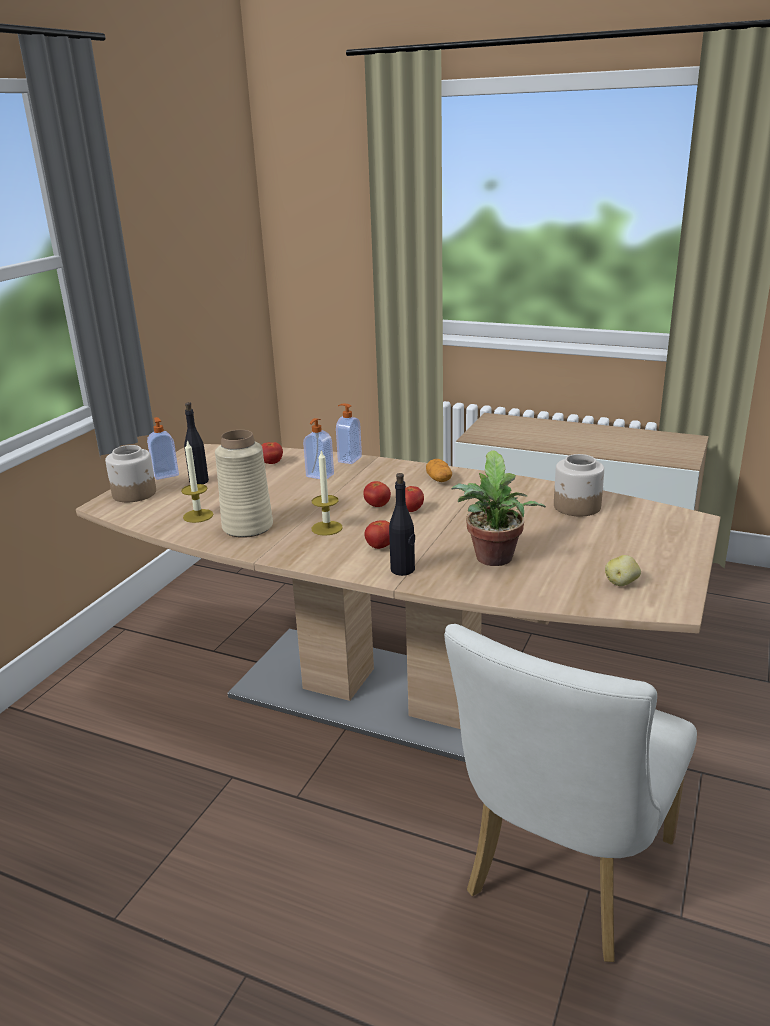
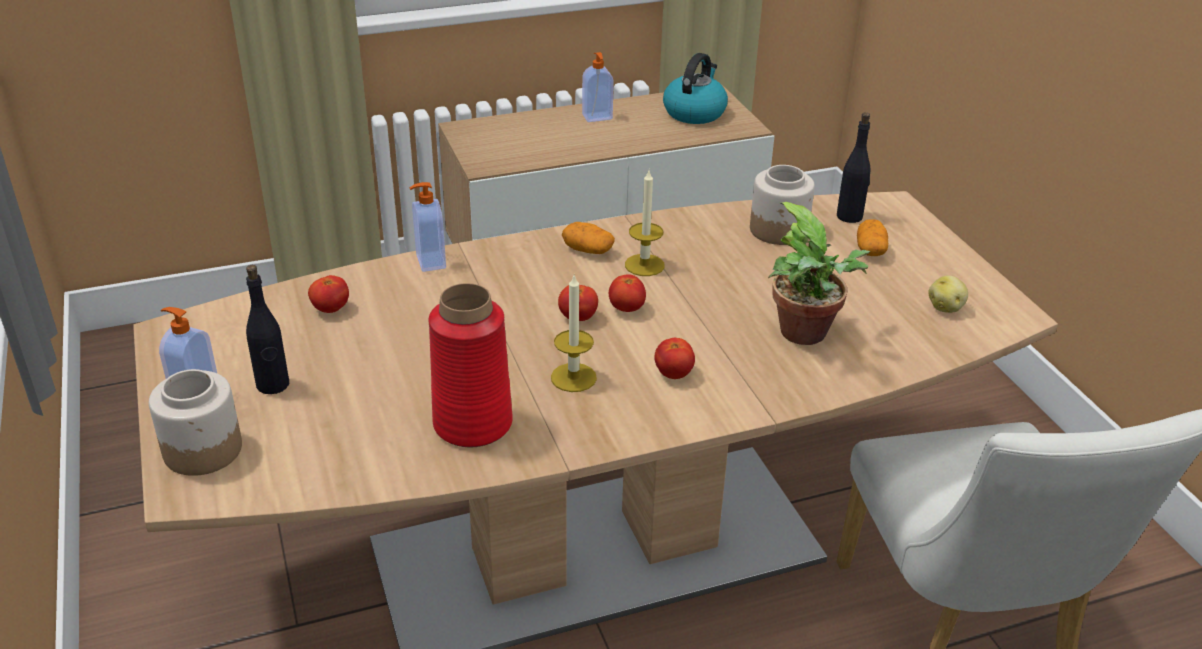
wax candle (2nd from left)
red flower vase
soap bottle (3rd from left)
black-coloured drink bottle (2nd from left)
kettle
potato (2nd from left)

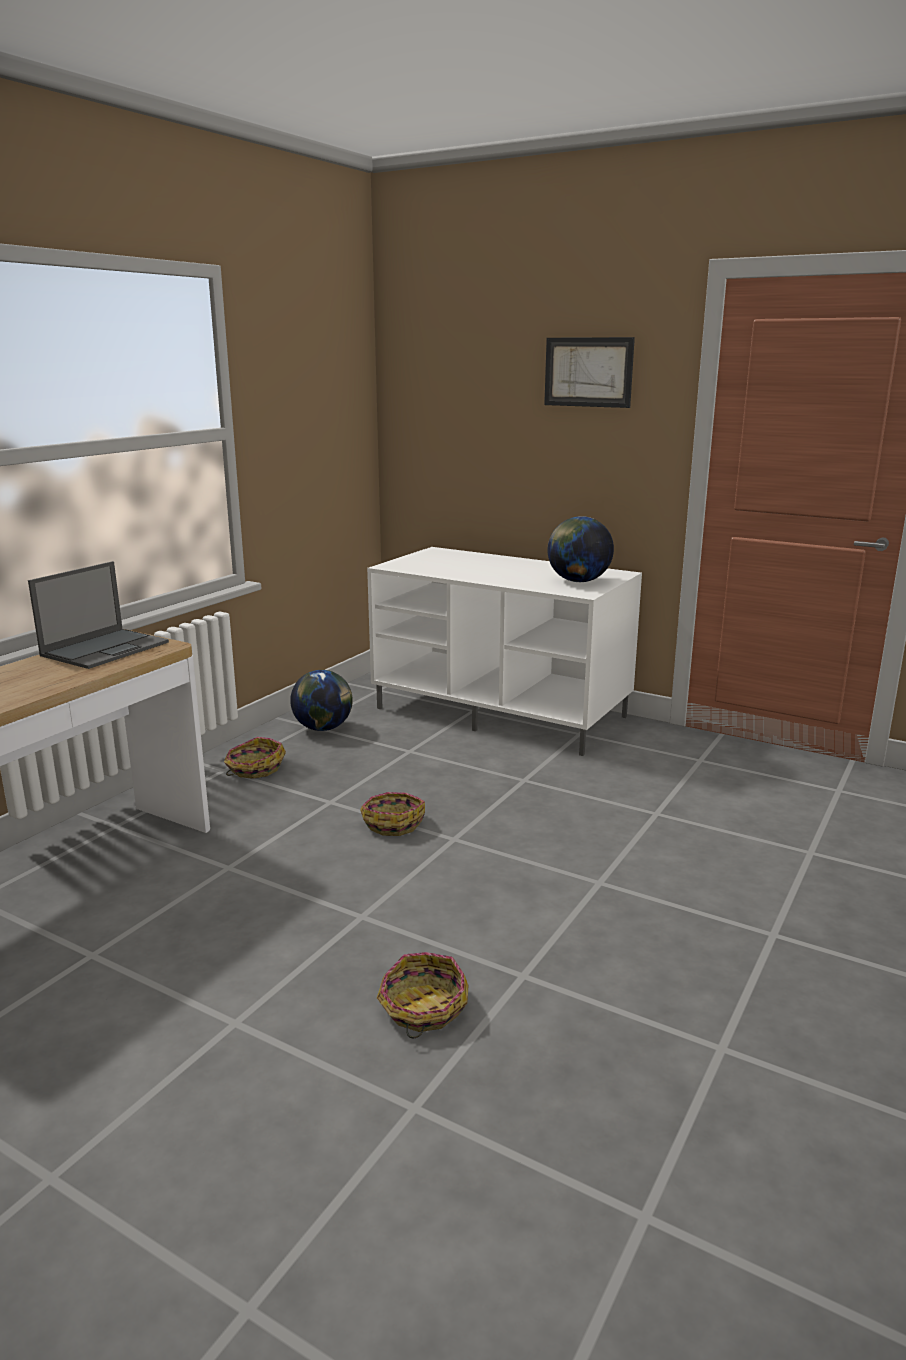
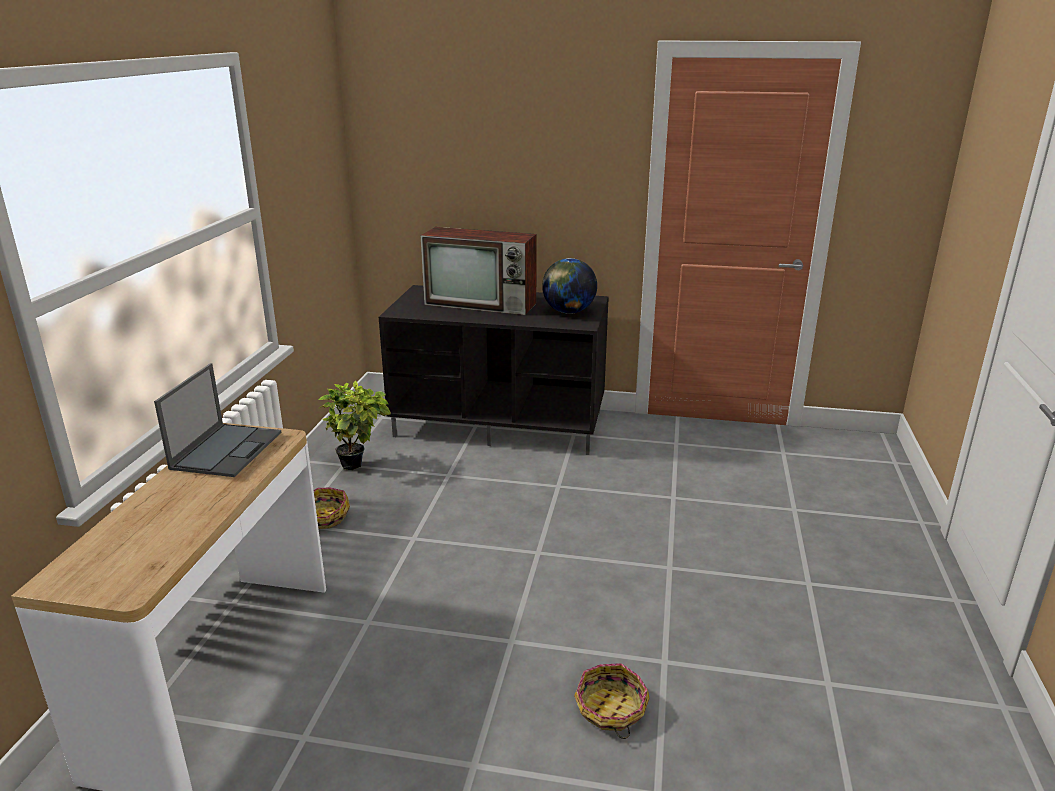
plant in a pot
household basket (2nd from left in the first image)
black-coloured tv unit
wall art
television

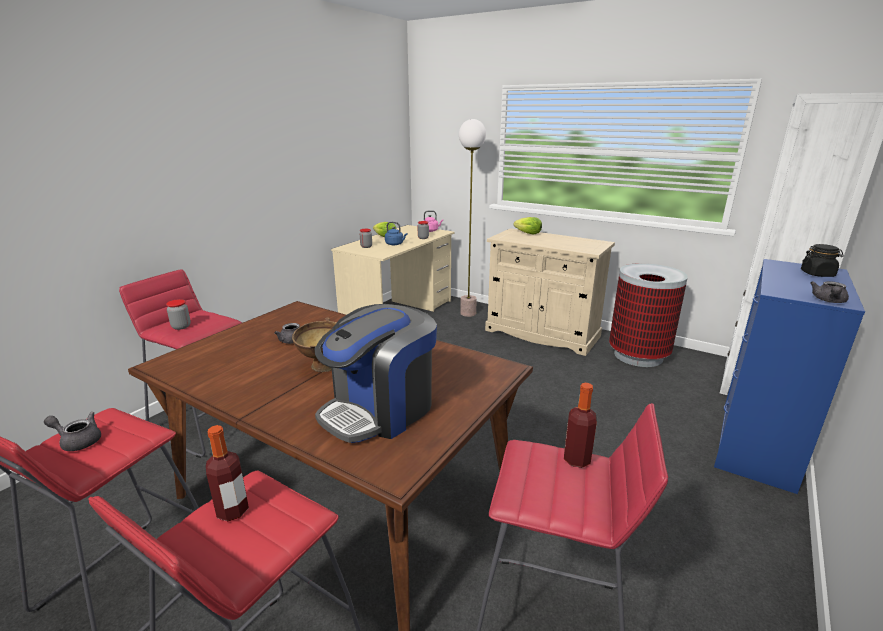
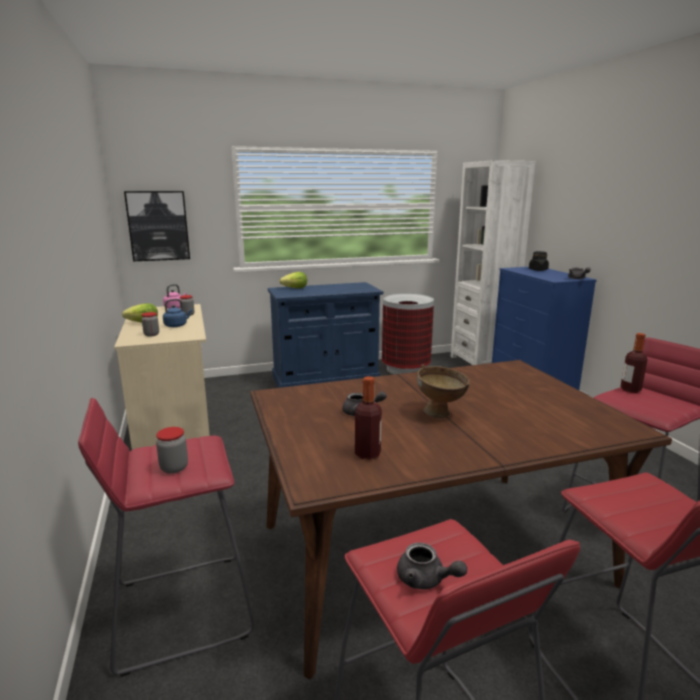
gray pot for tea (2nd from left)
drink bottle (1st from left)
coffee machine
standard lamp
blue-coloured storage cabinet
wall art

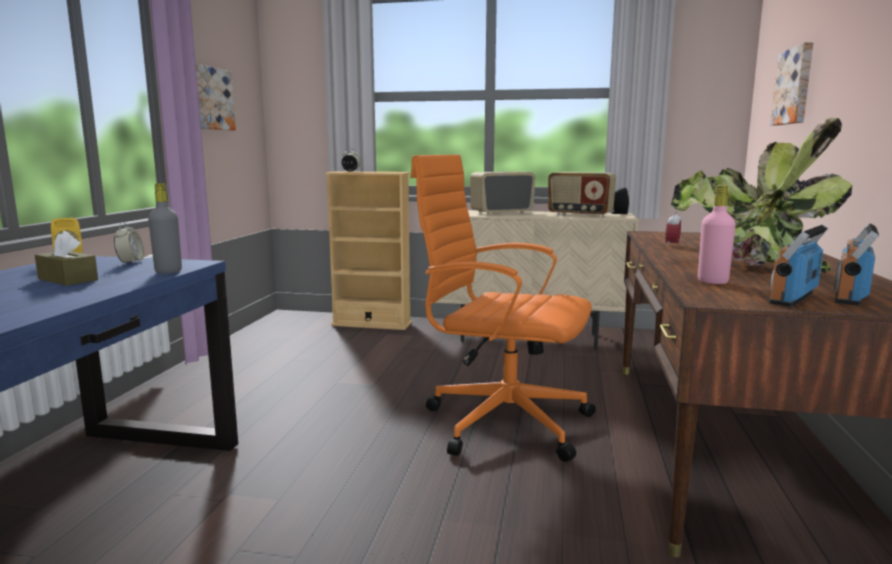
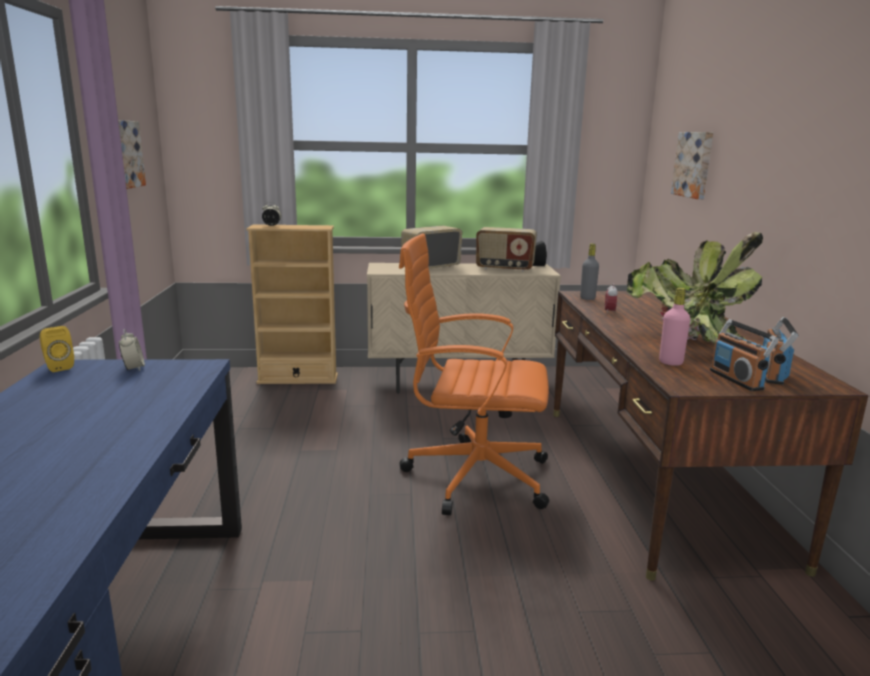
brown-coloured box of tissues
gray drink bottle
radio receiver (3rd from left)

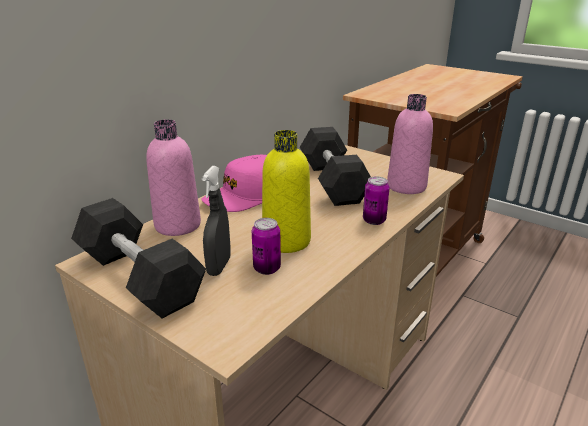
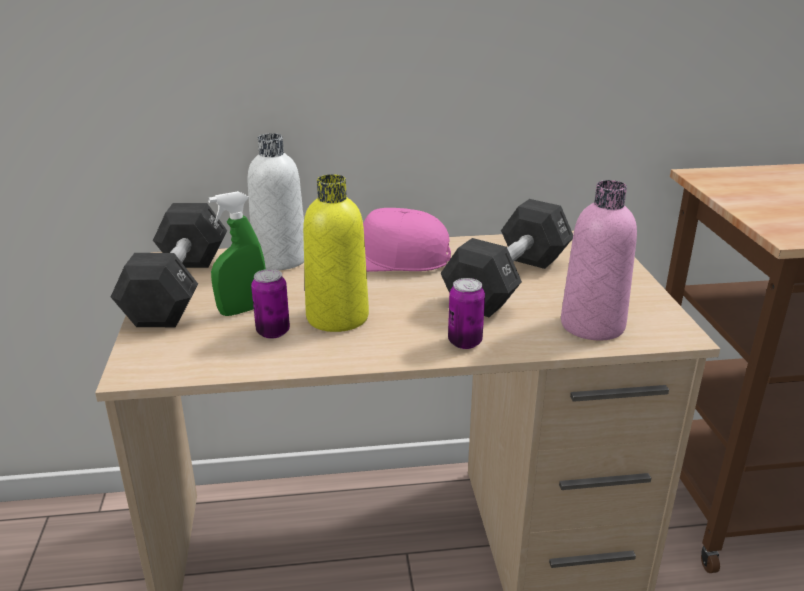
white-coloured drink bottle
green sprayer

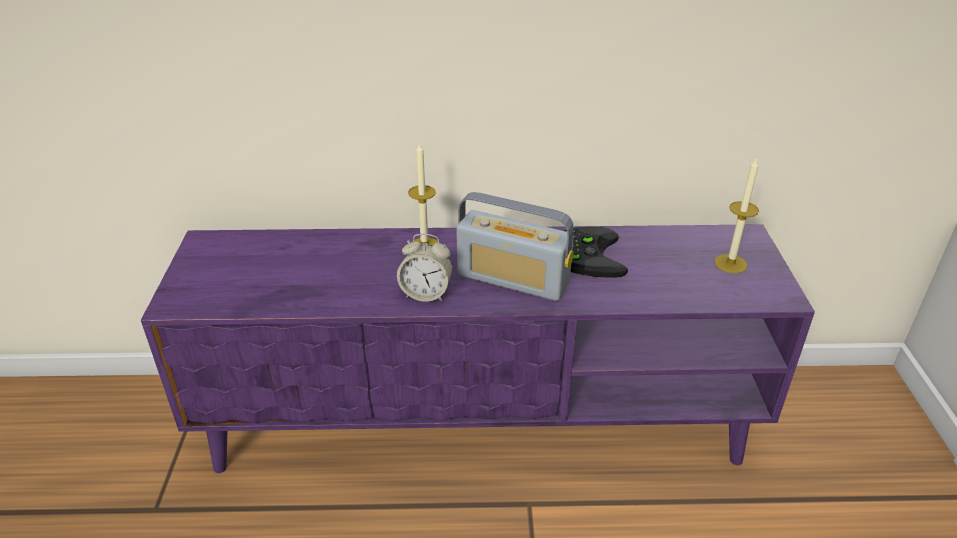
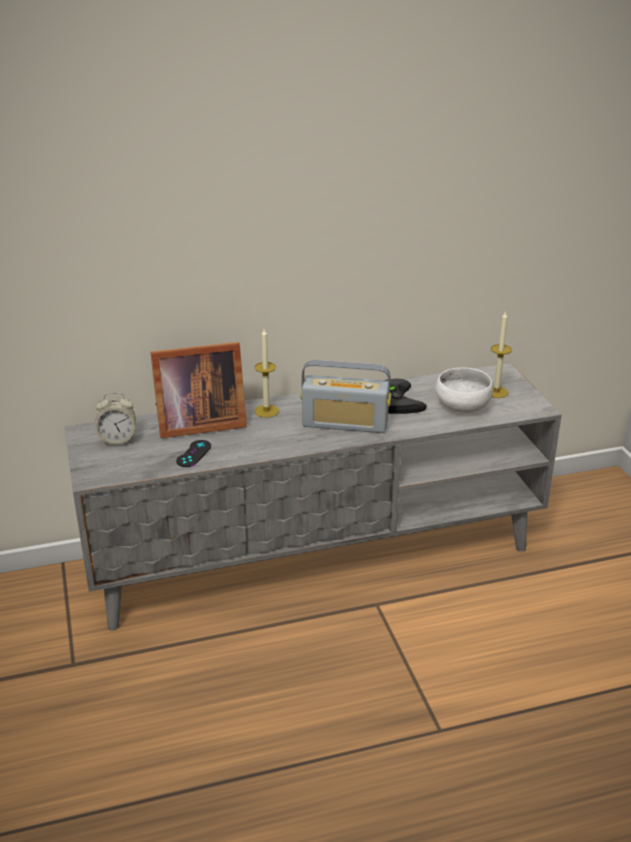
gray tv unit
bedside clock
picture frame
black-coloured game controller (1st from left)
white-coloured serving bowl

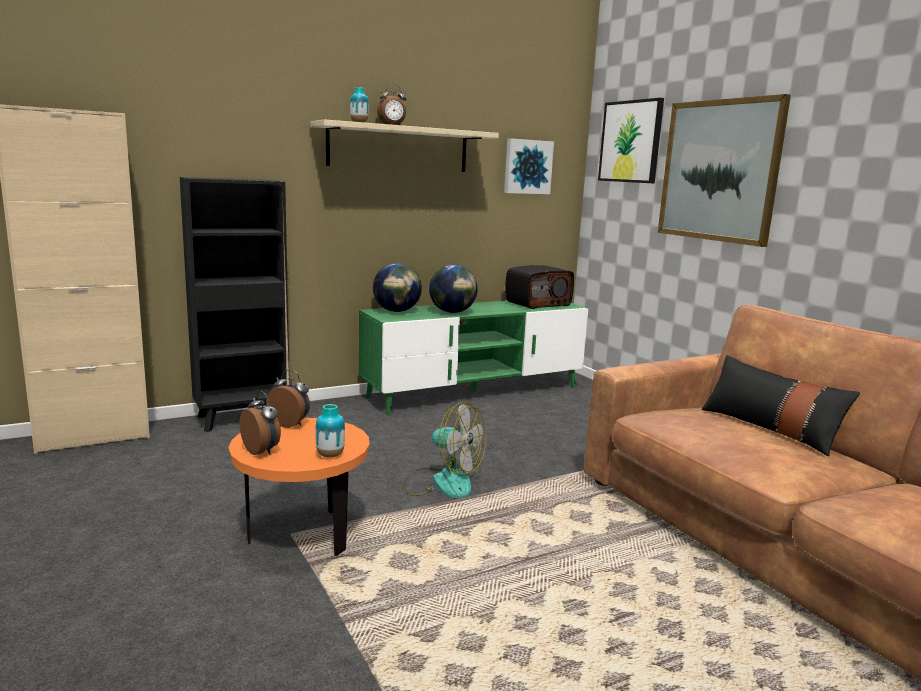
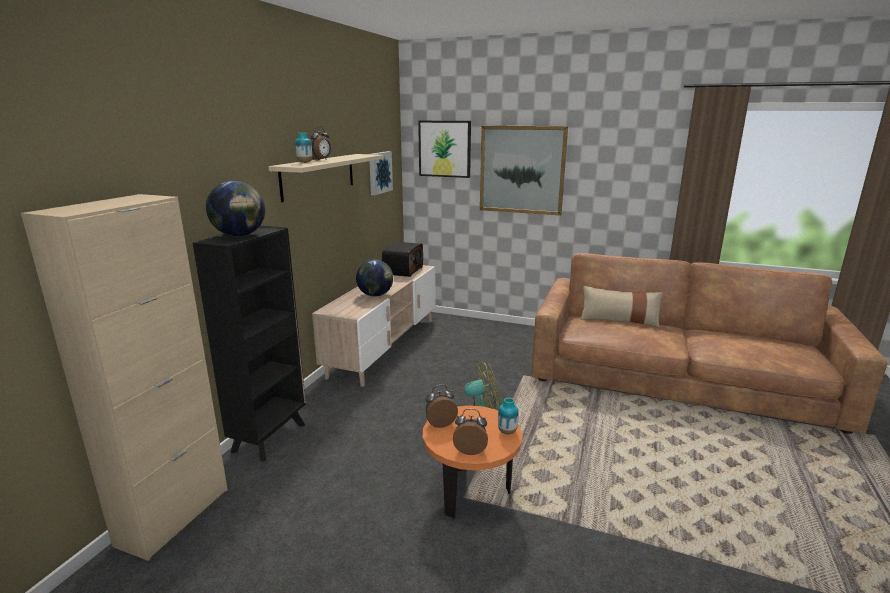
beige-coloured tv unit
desk globe (1st from left)
beige-coloured throw pillow

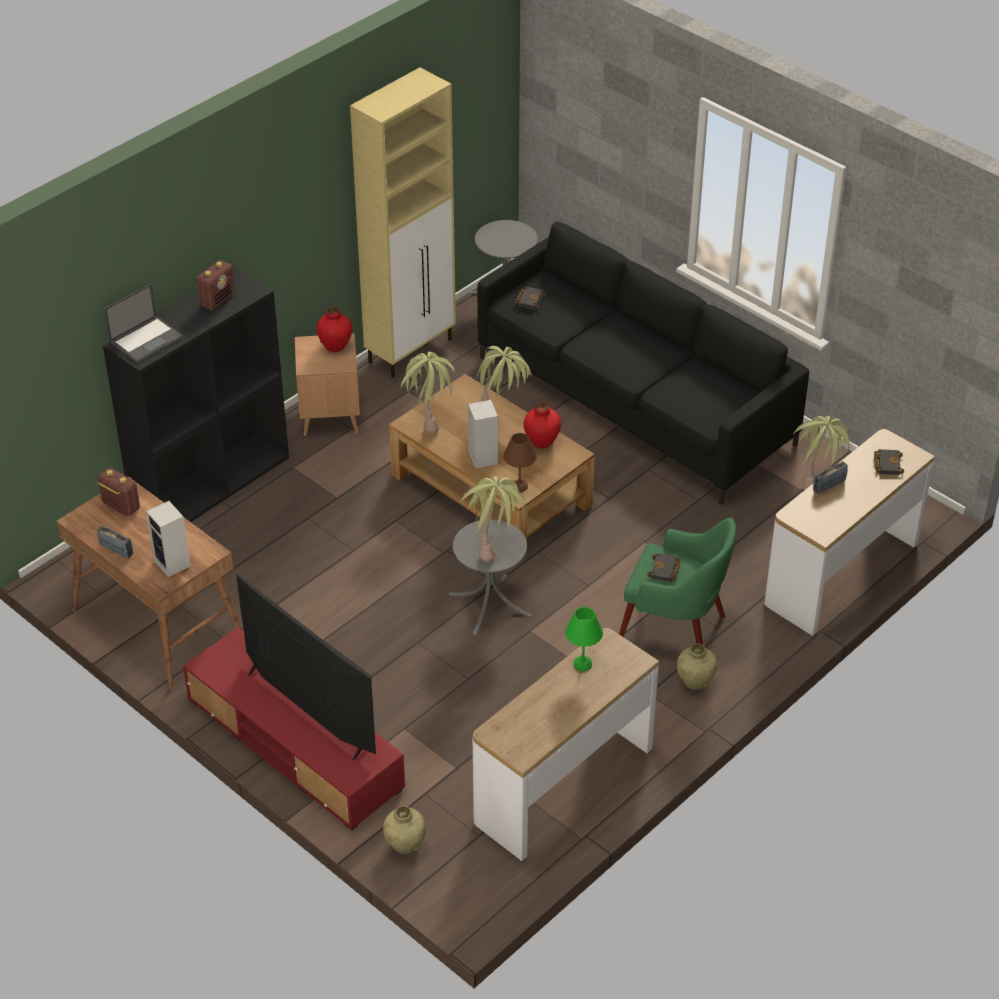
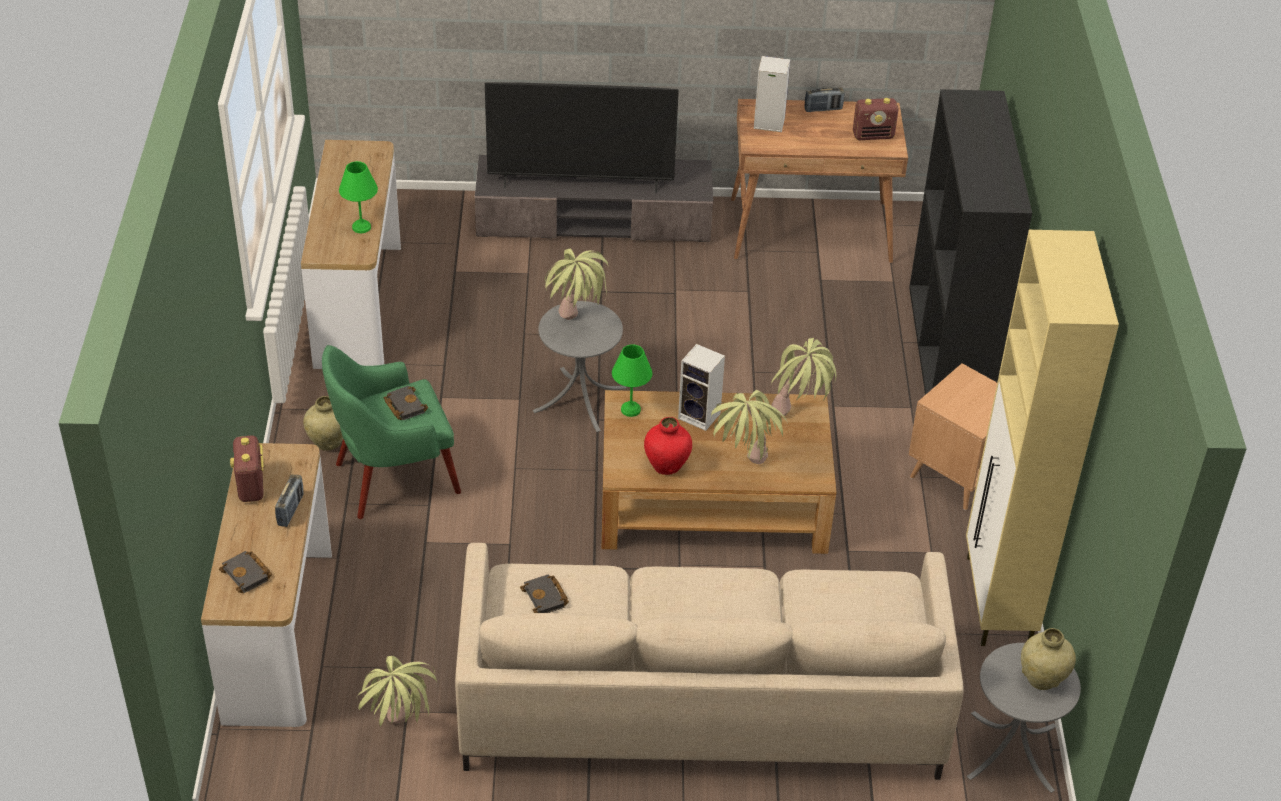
portable computer
gray tv unit
radio receiver (1st from left)
red flower vase (1st from left in the first image)
beige-coloured flower vase (2nd from left)
beige-coloured sofa
green tabletop lamp (2nd from left)
black-coloured bound book (3rd from left)

